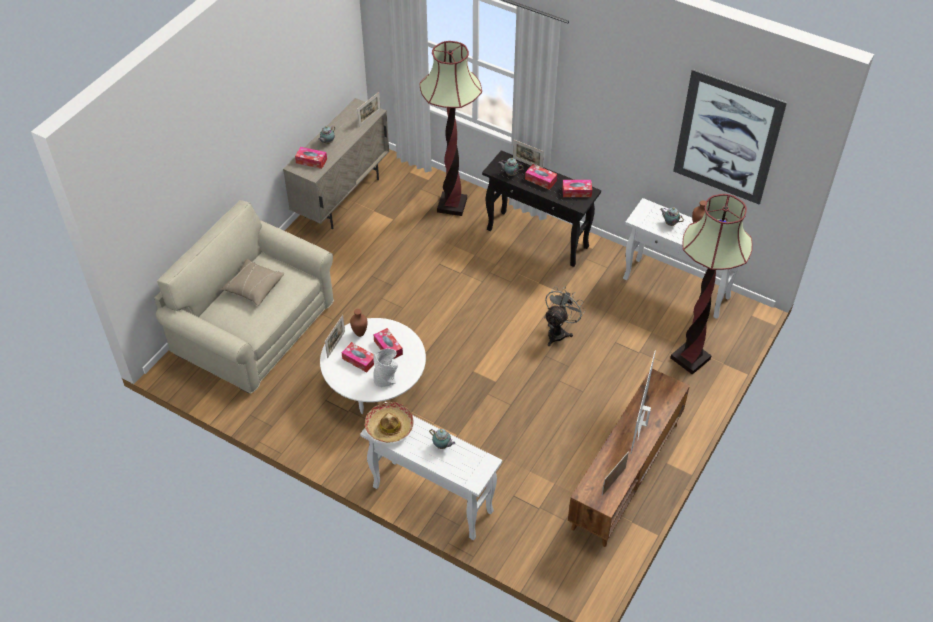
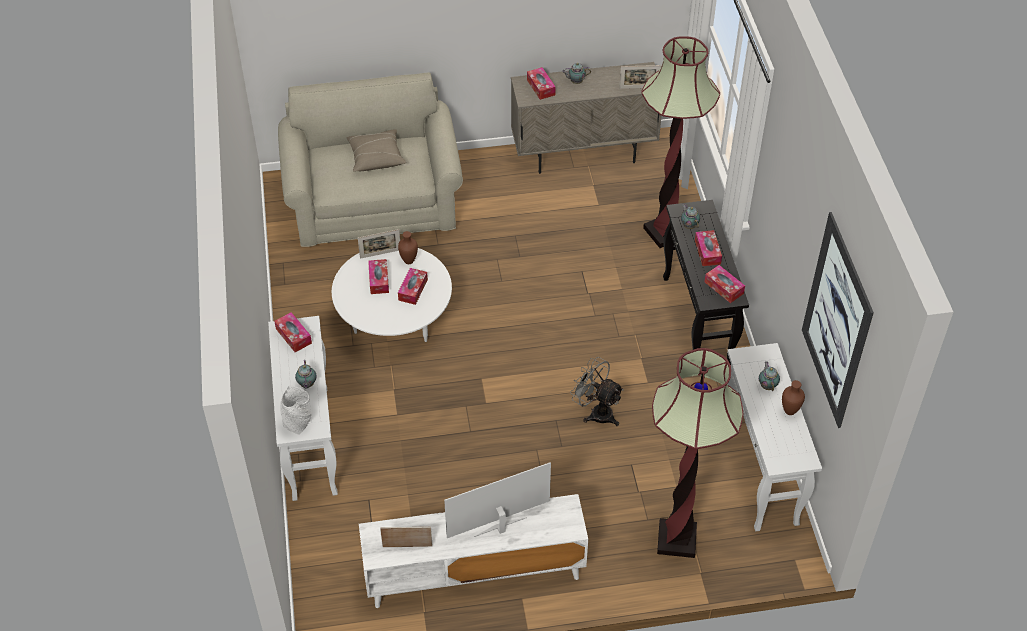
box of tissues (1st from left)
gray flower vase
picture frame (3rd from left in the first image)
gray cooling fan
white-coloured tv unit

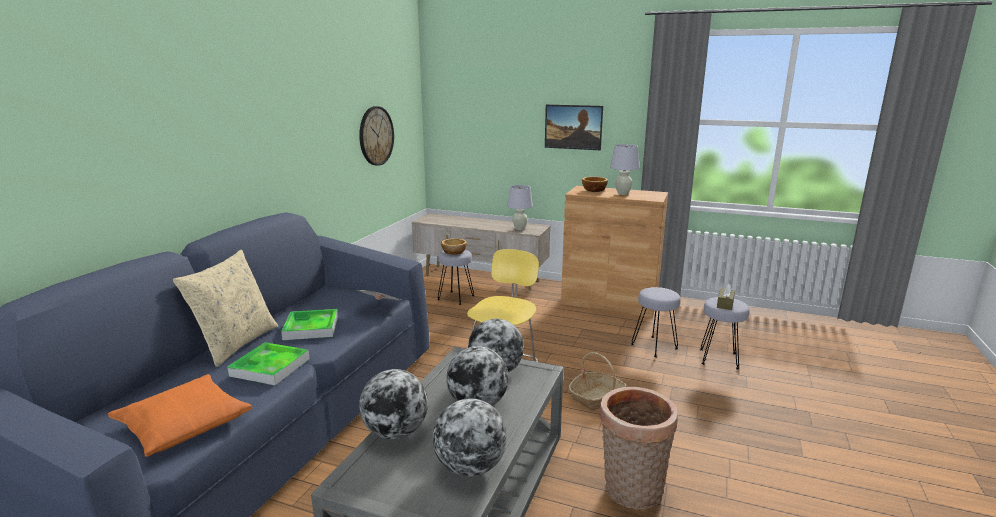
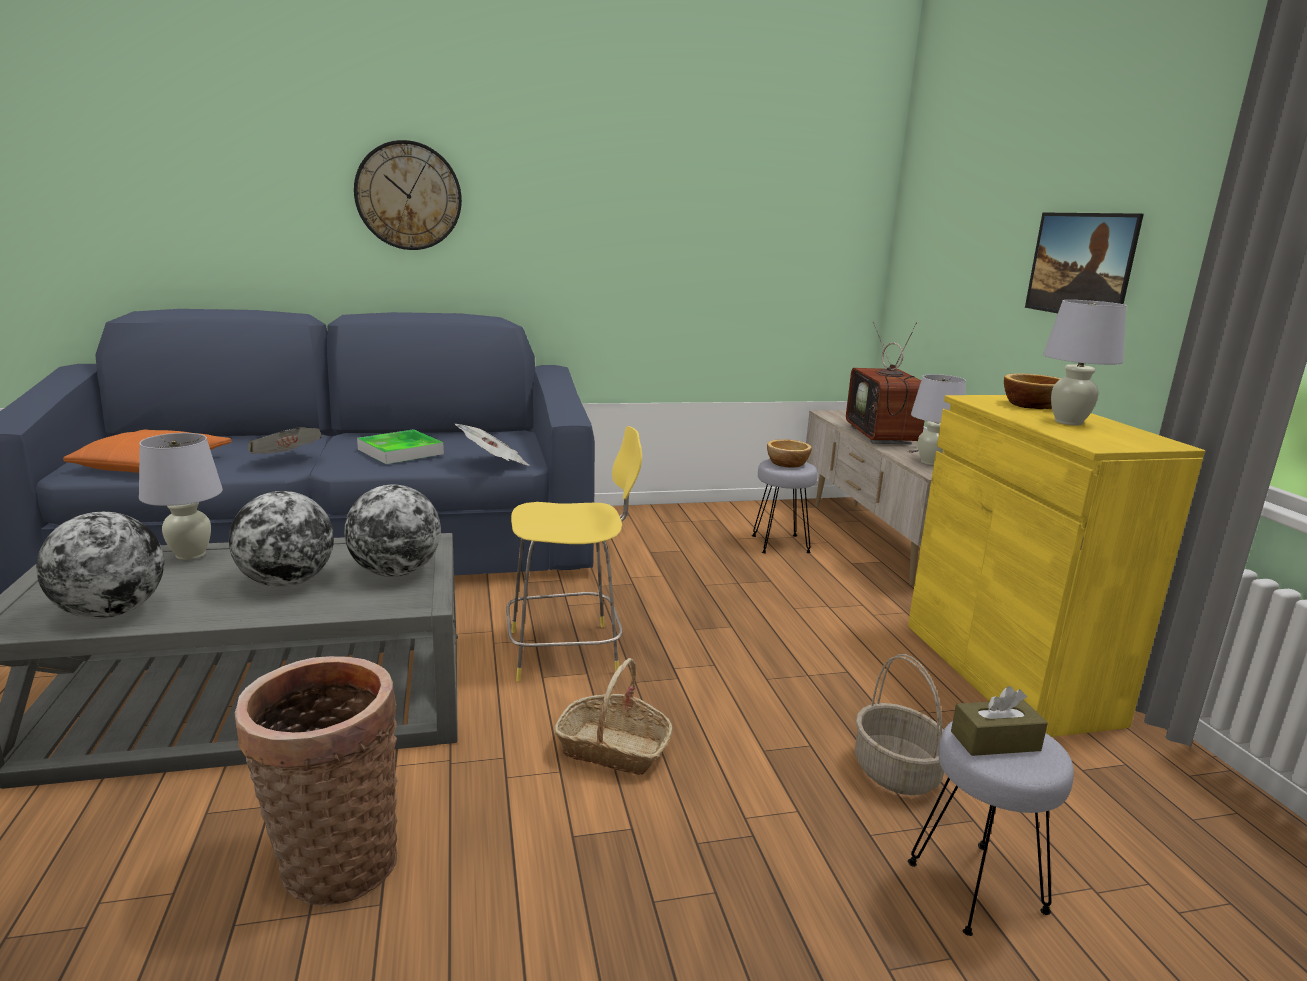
beige-coloured throw pillow
daily paper (1st from left)
hanging clock
white-coloured tabletop lamp (1st from left)
yellow storage cabinet
household basket (3rd from left)
television

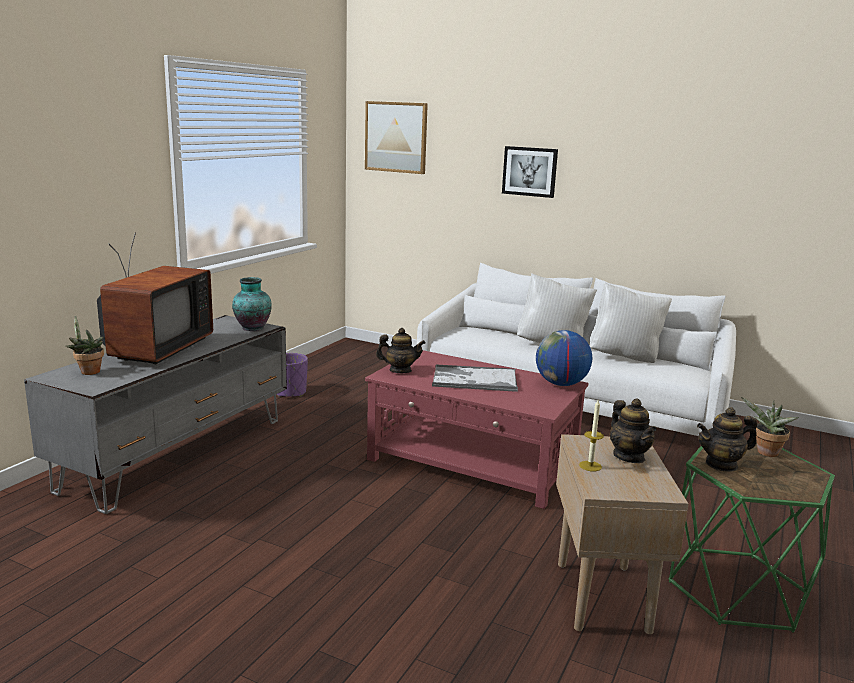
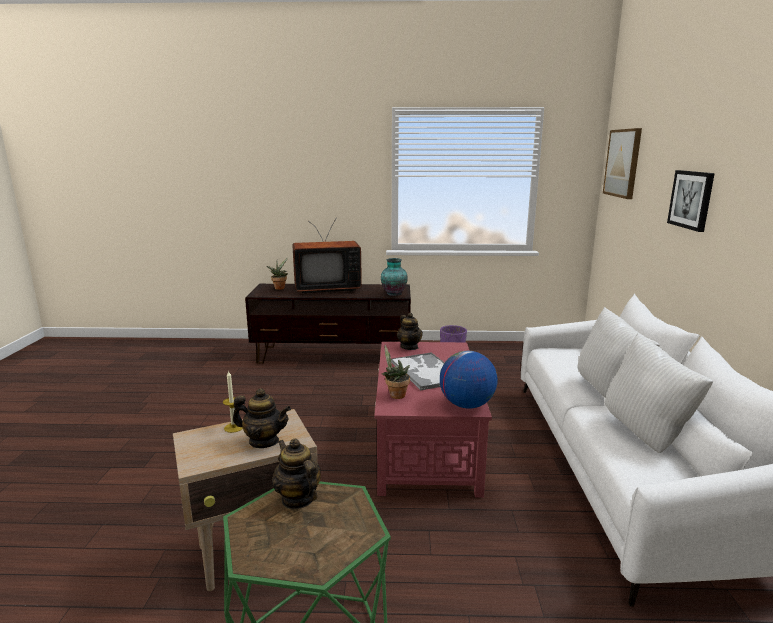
brown-coloured tv unit
pot for tea (1st from left)
plant in a pot (2nd from left)

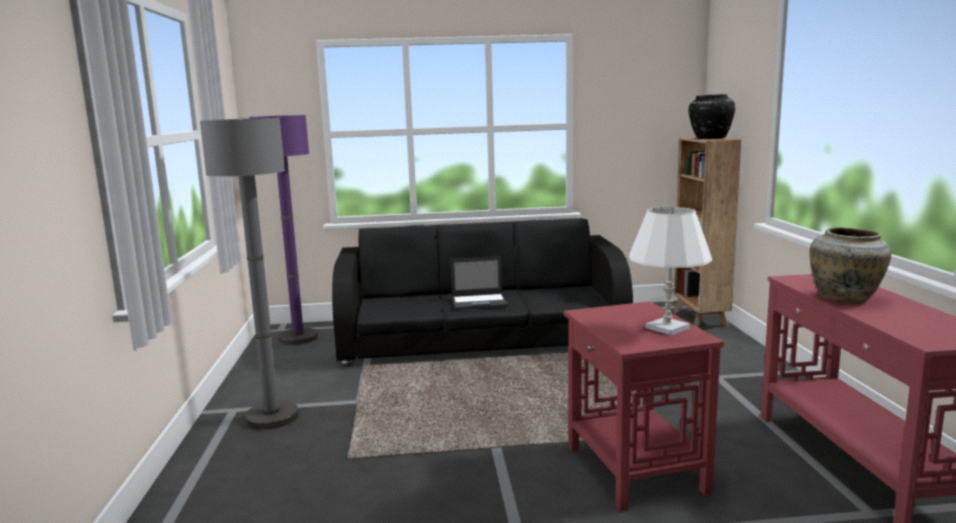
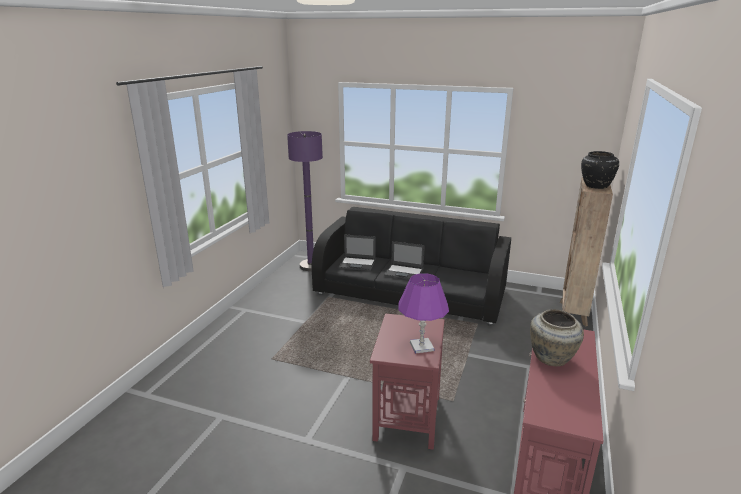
gray standard lamp
purplish tabletop lamp
portable computer (1st from left)

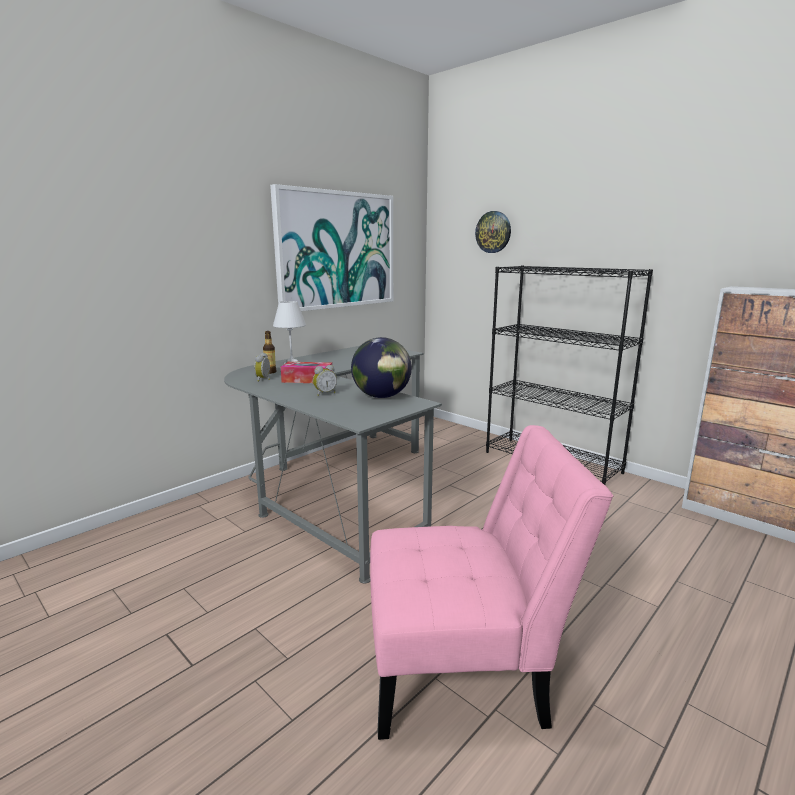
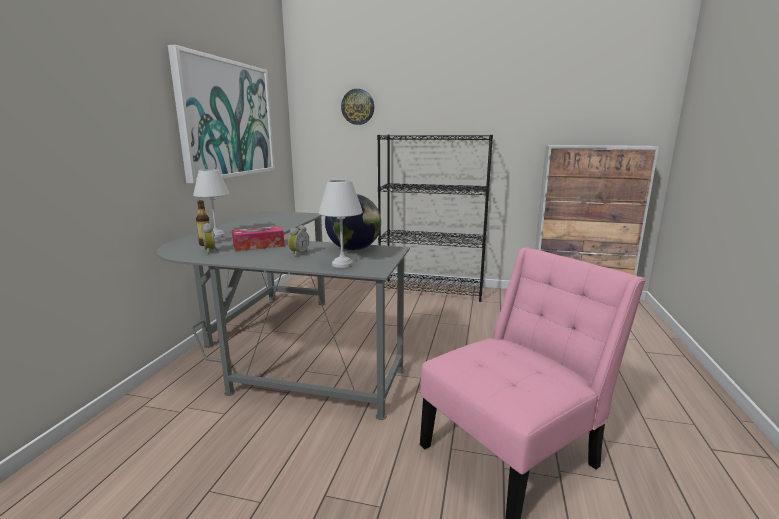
white-coloured tabletop lamp (2nd from left)

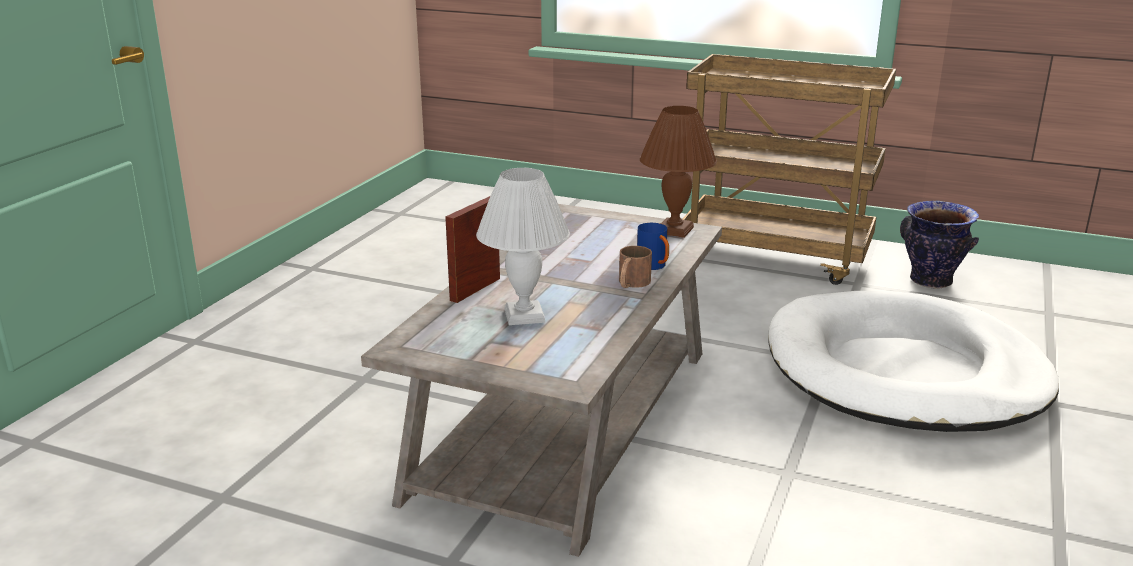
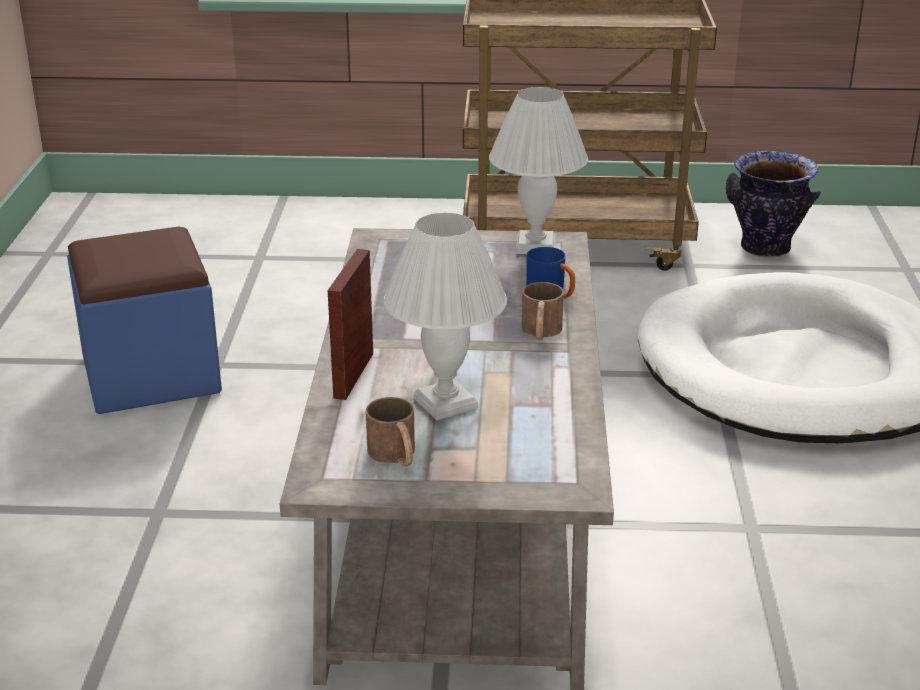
white-coloured tabletop lamp (2nd from left)
blue-coloured pouffe
brown-coloured mug (1st from left)

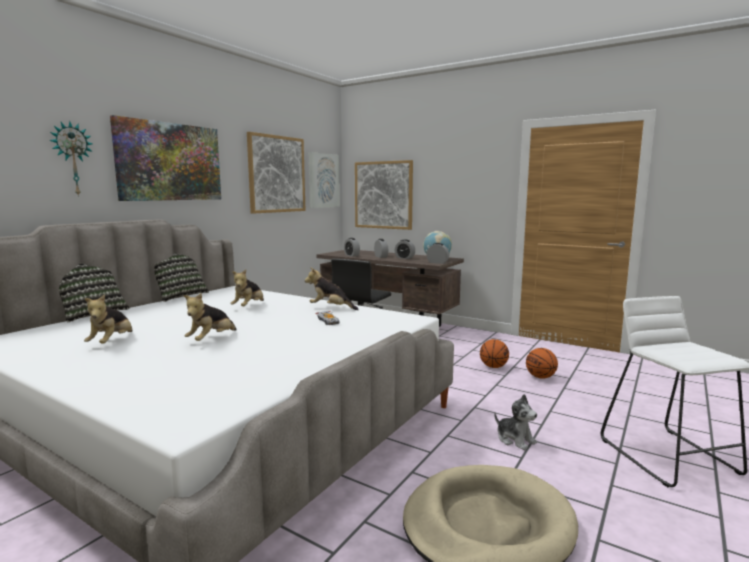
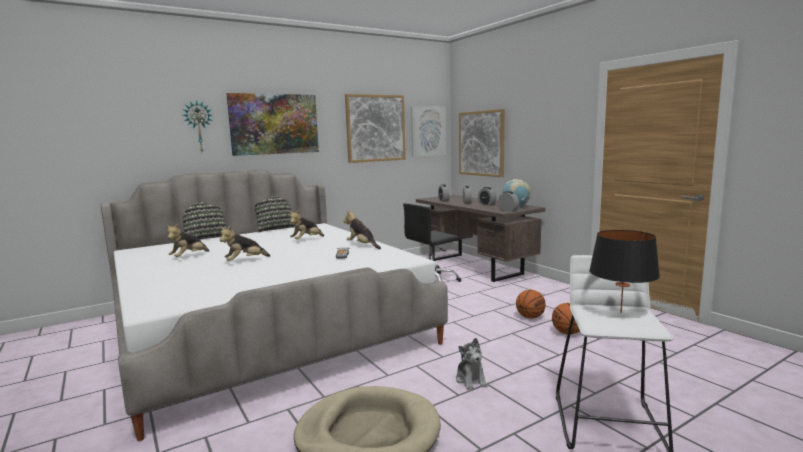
black-coloured tabletop lamp

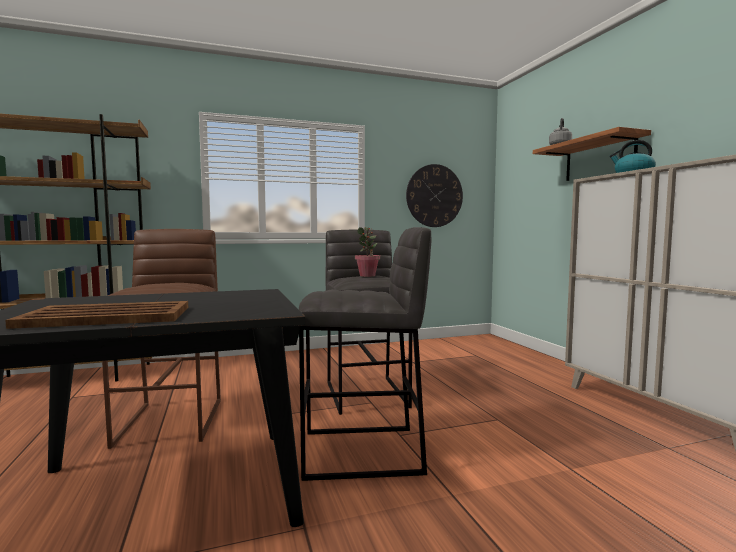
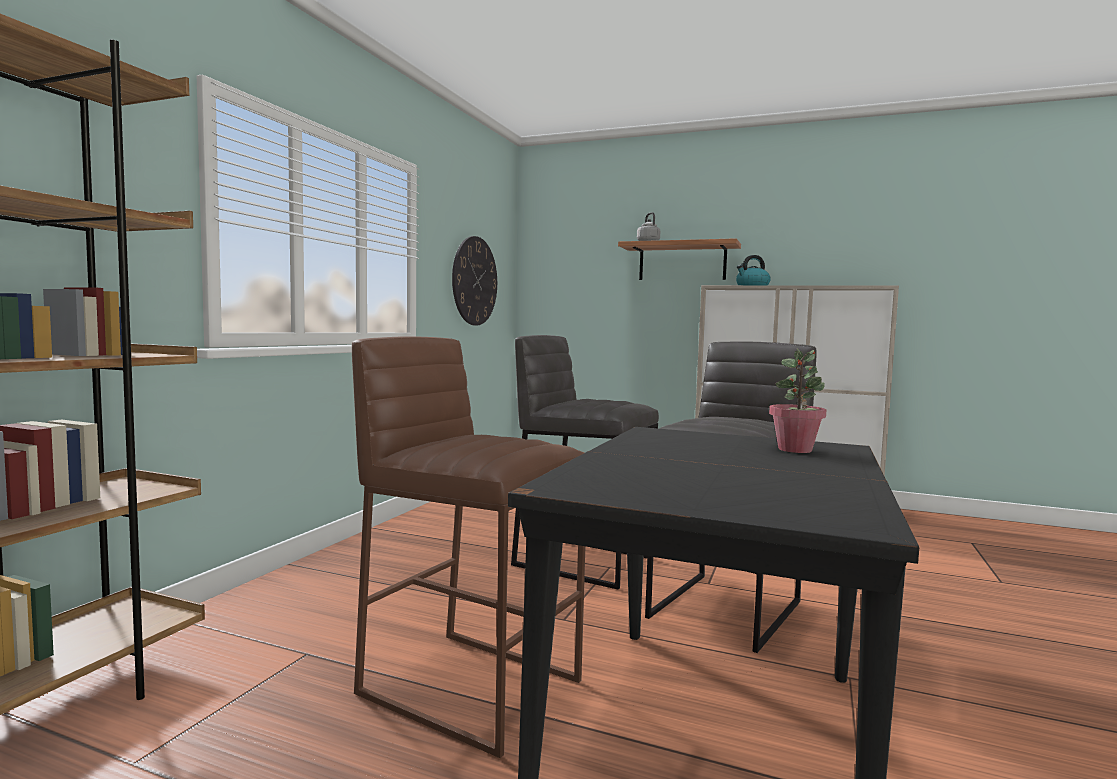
brown-coloured carrying tray
plant in a pot

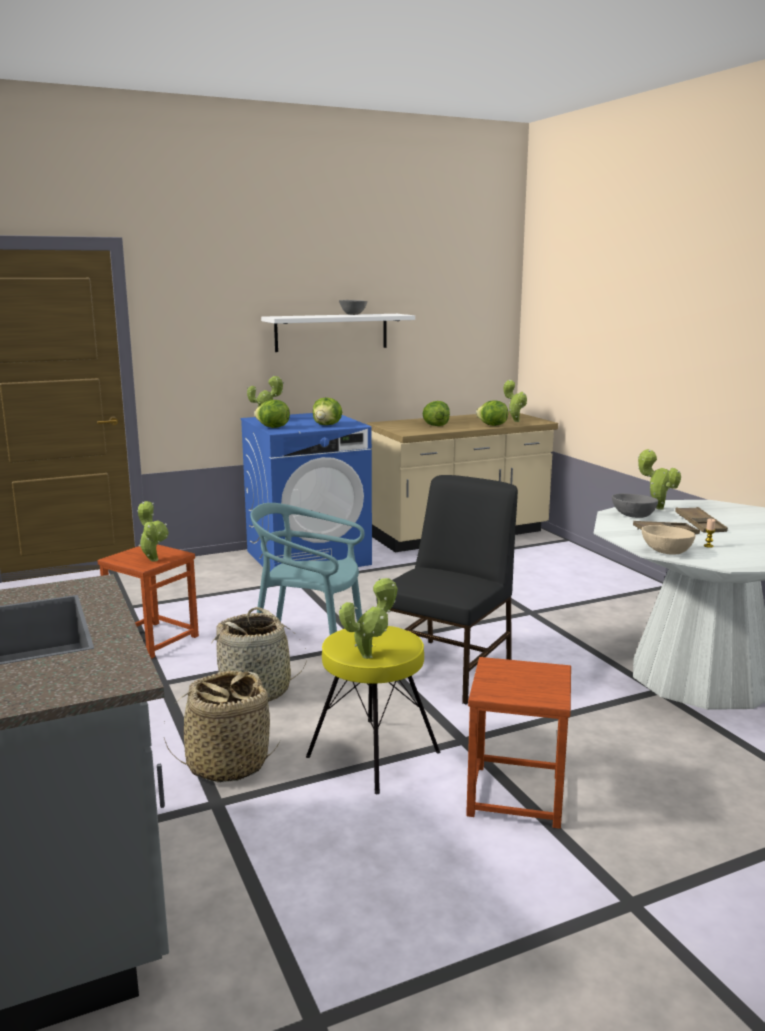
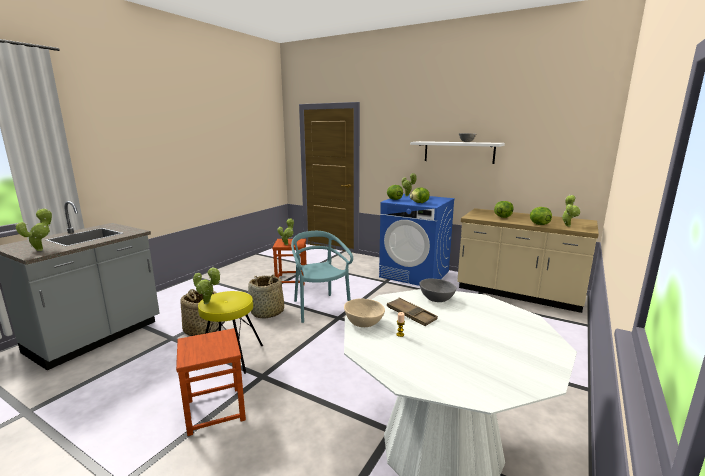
black-coloured upright chair
plant in a pot (1st from left)
brown-coloured carrying tray (2nd from left in the first image)

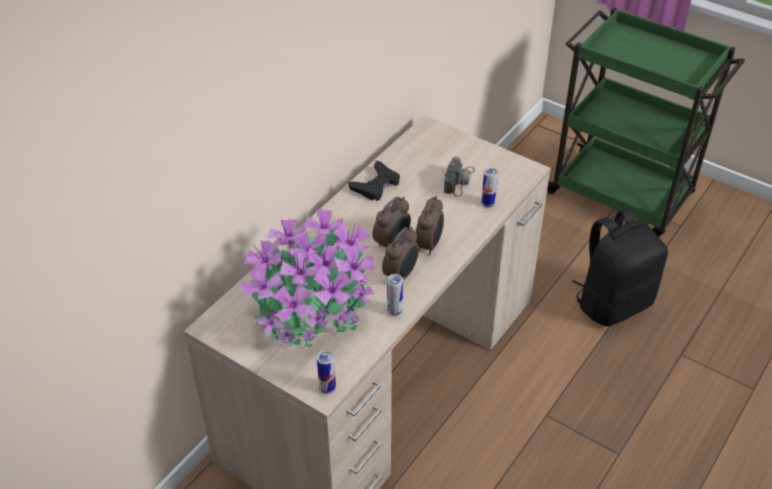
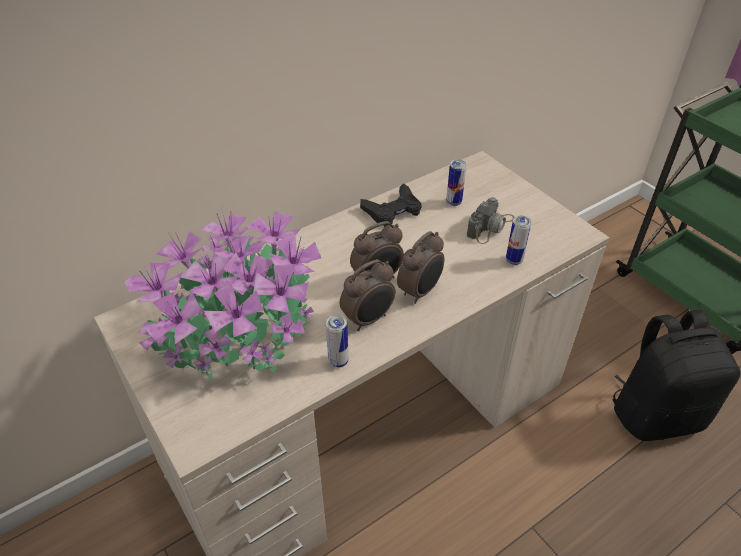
metal can (2nd from left)

